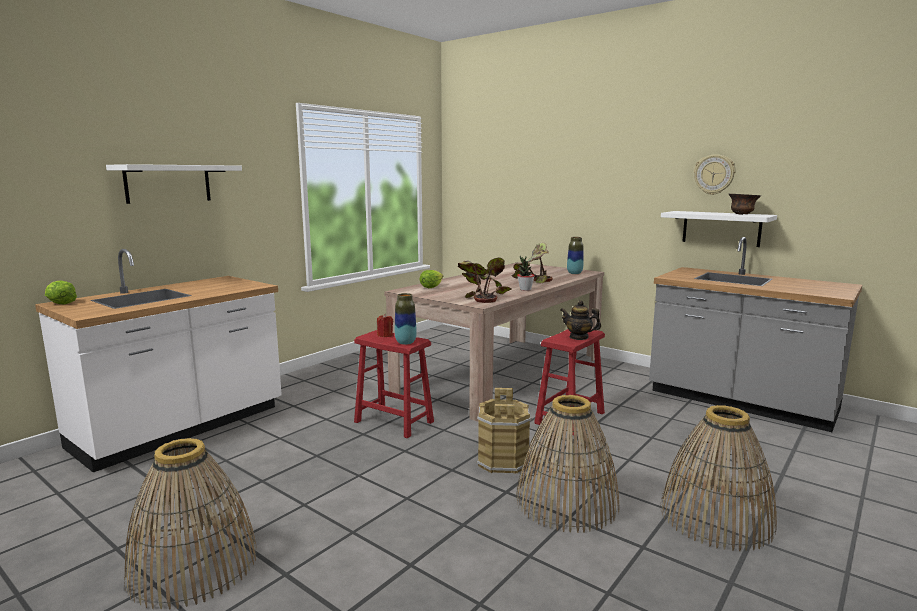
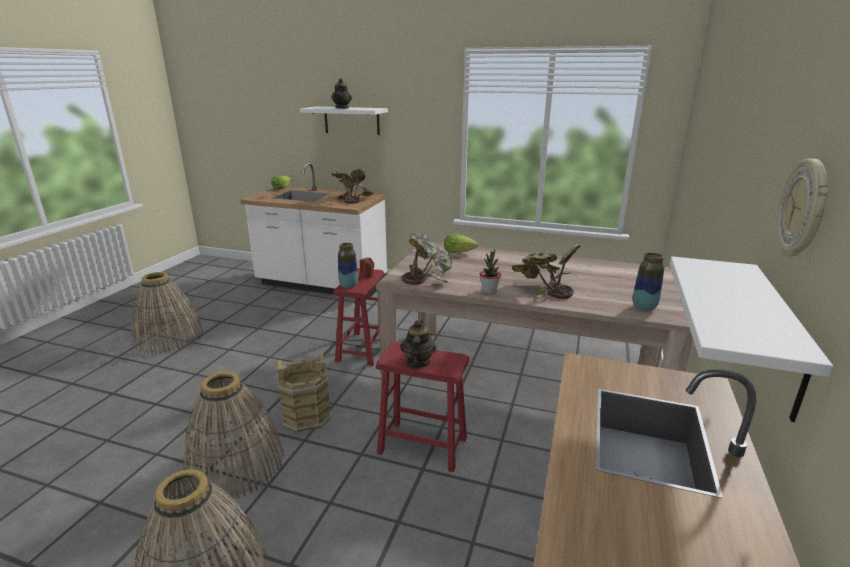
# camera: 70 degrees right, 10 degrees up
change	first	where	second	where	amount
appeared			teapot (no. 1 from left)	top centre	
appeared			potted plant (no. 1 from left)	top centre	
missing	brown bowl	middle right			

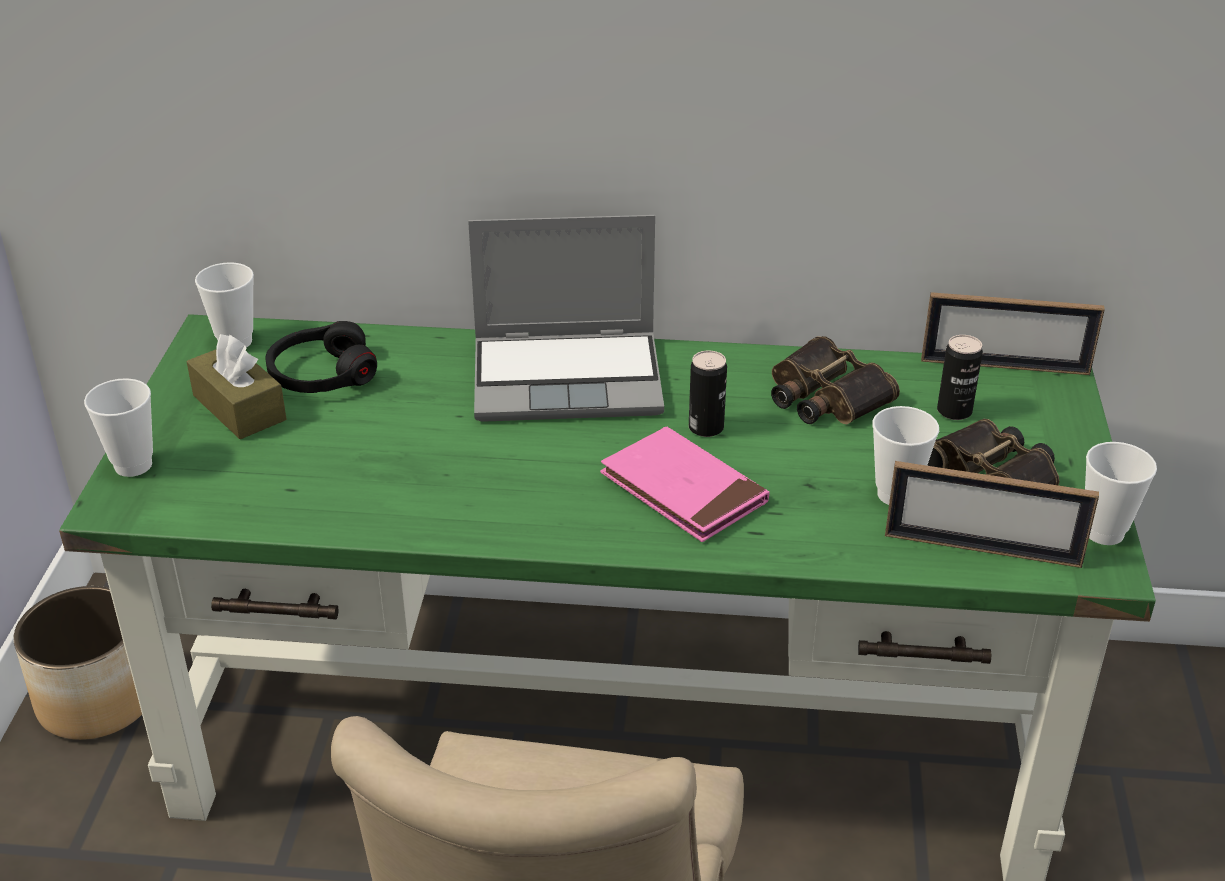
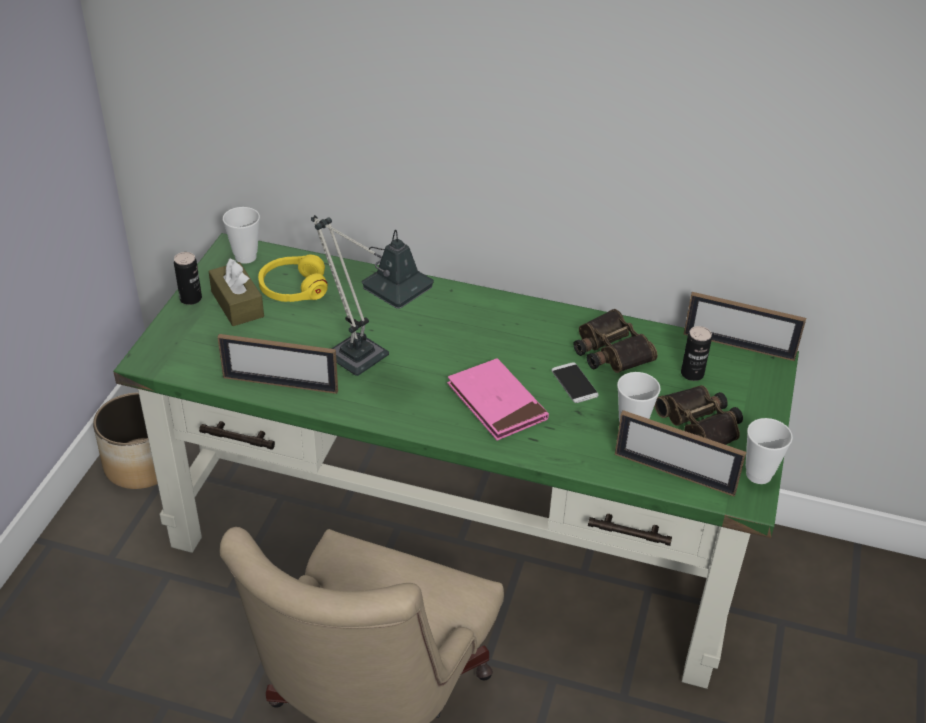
# camera: 10 degrees right, 5 degrees up
change	first	where	second	where	amount
relocated	can (no. 1 from left)	centre		middle left	
appeared			picture frame (no. 1 from left)	middle left	
colour	black headphones	middle left	yellow headphones	middle left	
appeared			table lamp	centre	
appeared			phone	centre	
missing	cup (no. 1 from left)	middle left			
missing	laptop	centre			

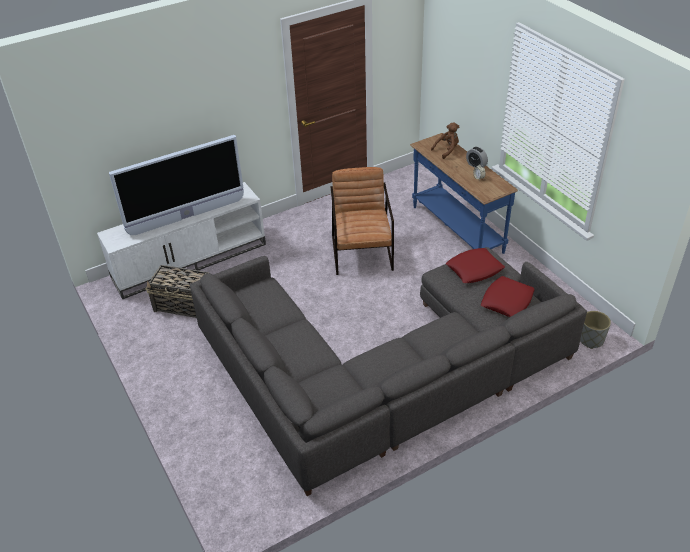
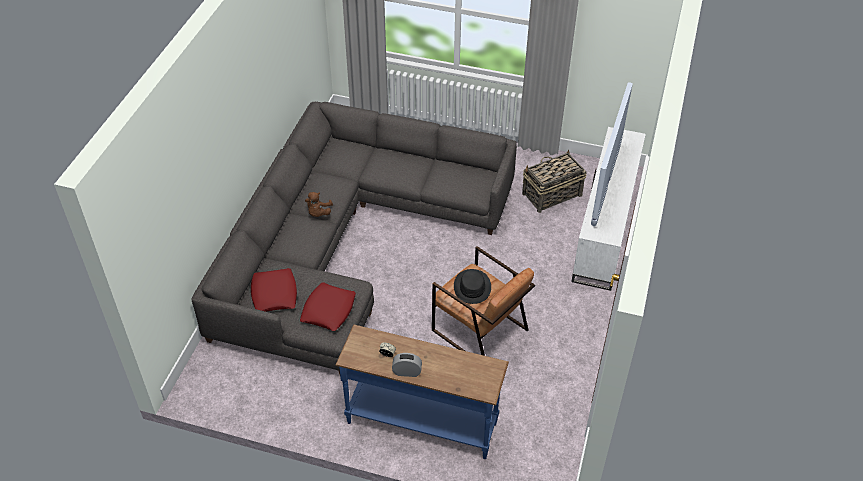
# camera: 135 degrees right, 5 degrees up
change	first	where	second	where	amount
relocated	brown plush toy	top centre		centre	
appeared			black hat	centre	
missing	grey planter	middle right			

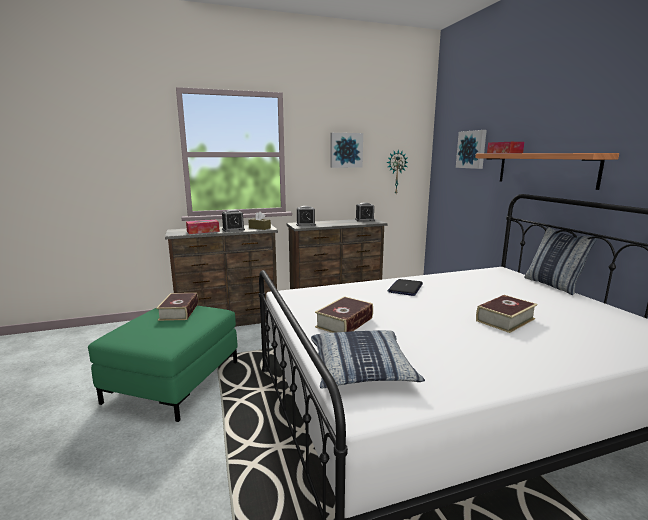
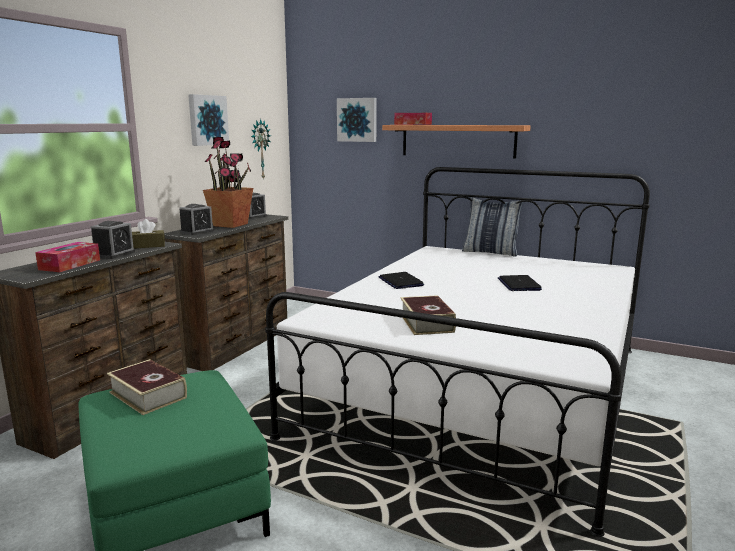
# camera: 45 degrees left, 0 degrees up
change	first	where	second	where	amount
appeared			potted plant	top left	
exchanged	book (no. 3 from left)	middle right	laptop (no. 2 from left)	middle right	
missing	pillow (no. 1 from left)	bottom centre			

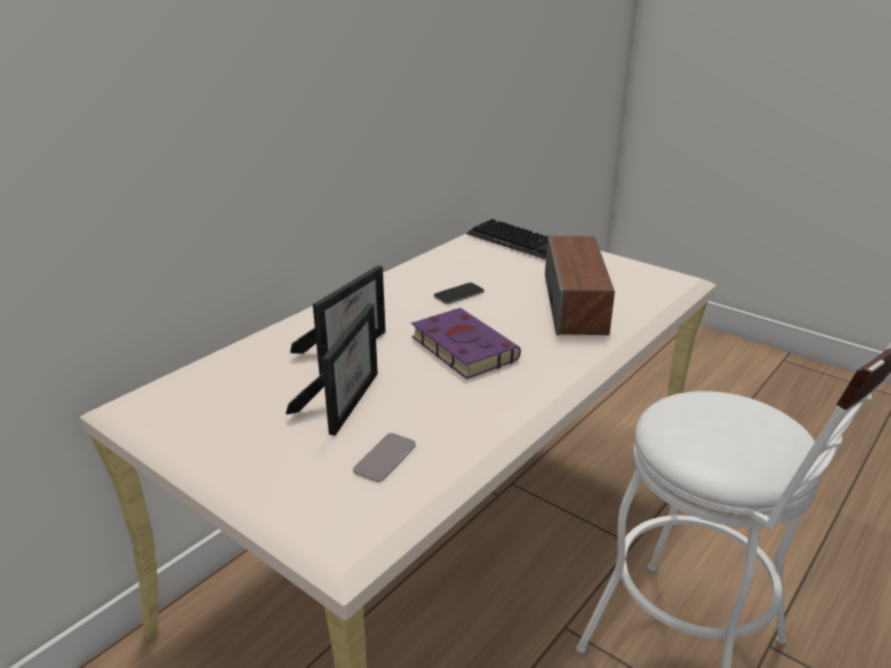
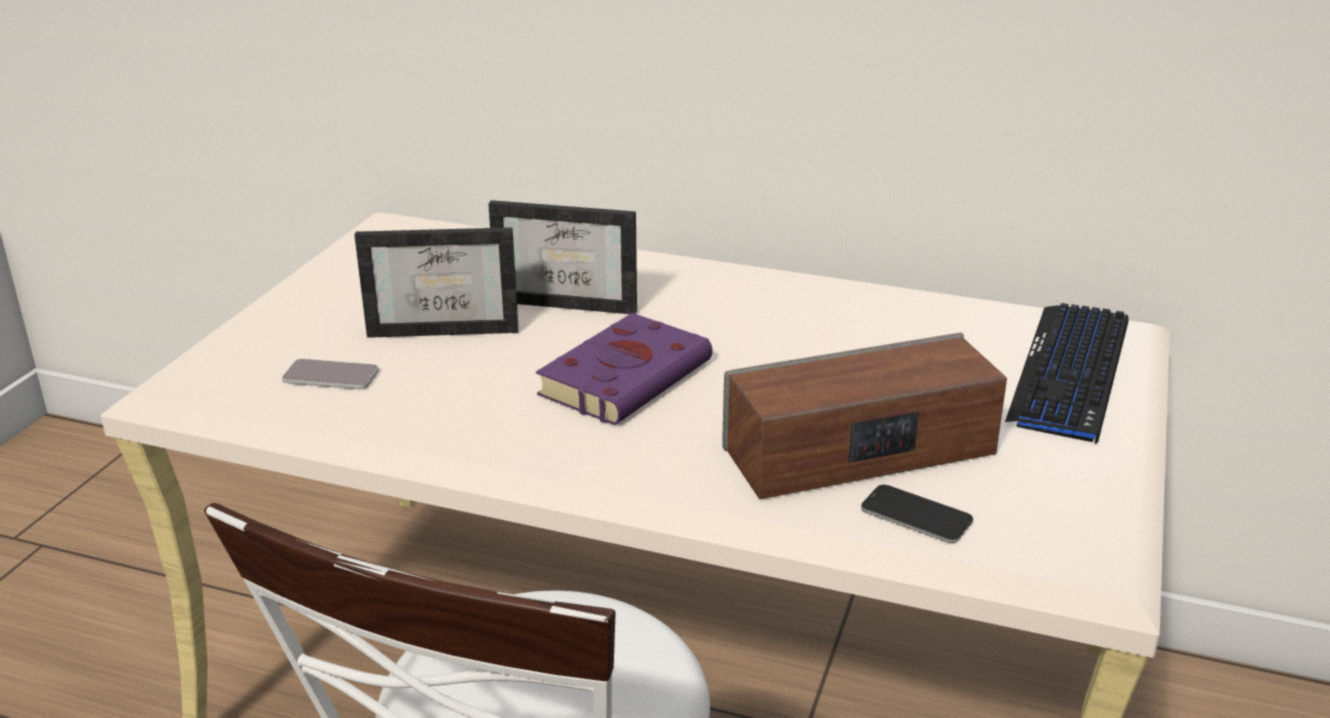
# camera: 70 degrees right, 0 degrees up
change	first	where	second	where	amount
relocated	phone (no. 2 from left)	centre		bottom right	

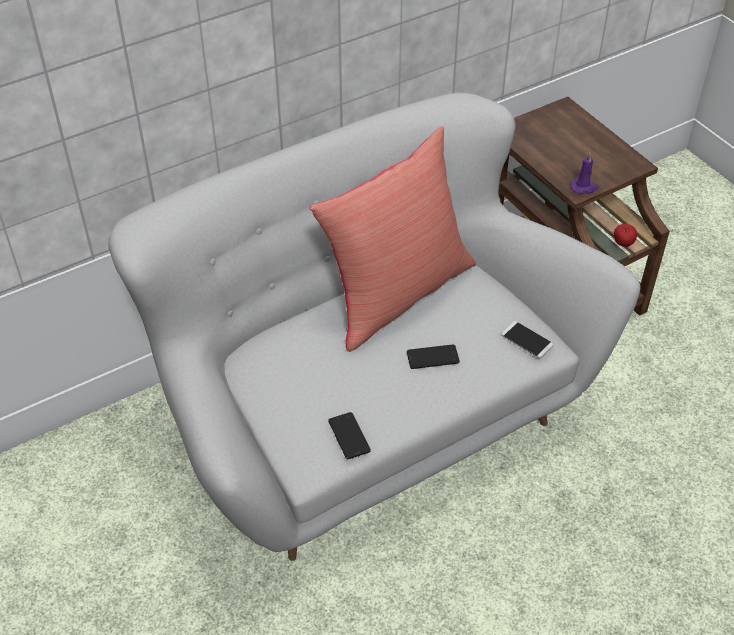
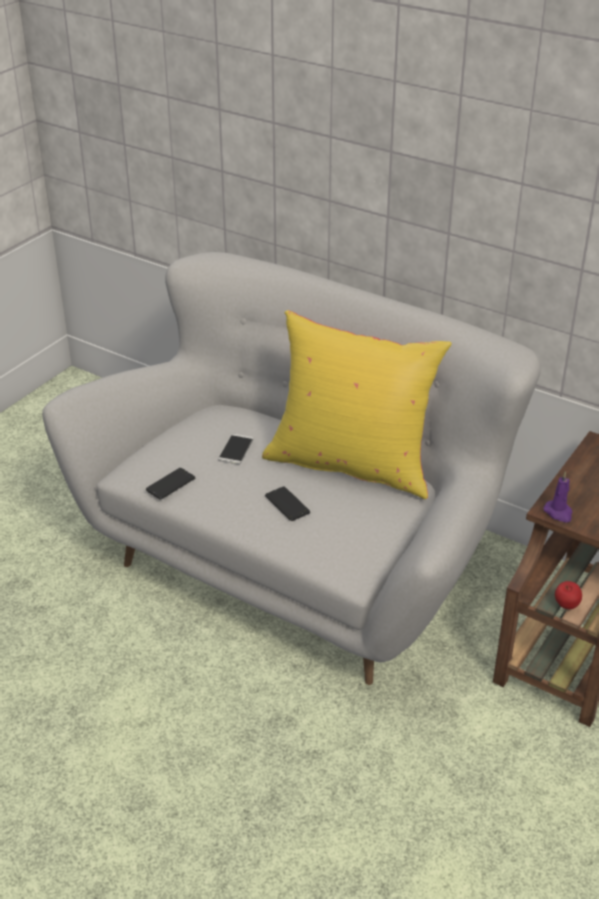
# camera: 65 degrees right, 10 degrees down
change	first	where	second	where	amount
relocated	phone (no. 3 from left in the first image)	middle right	phone (no. 2 from left)	centre	
colour	red pillow	centre	yellow pillow	centre	

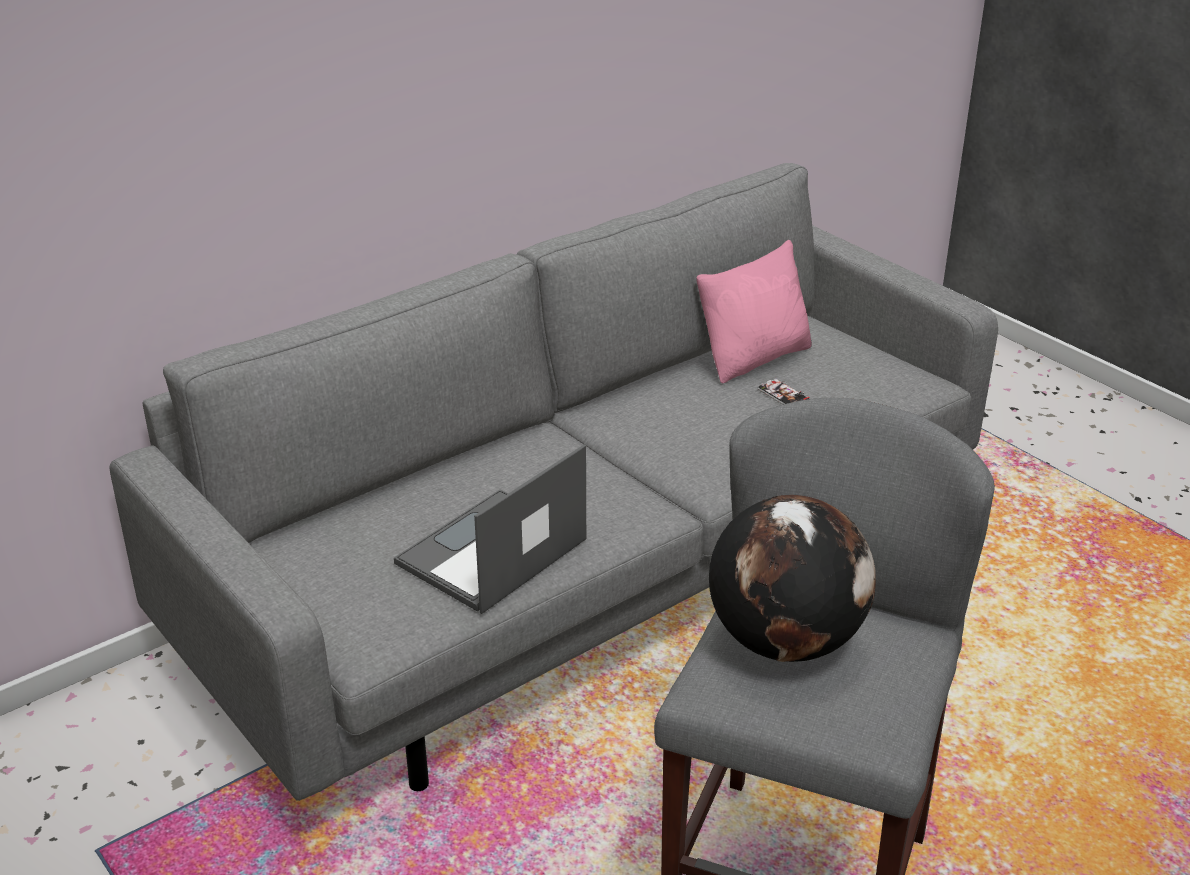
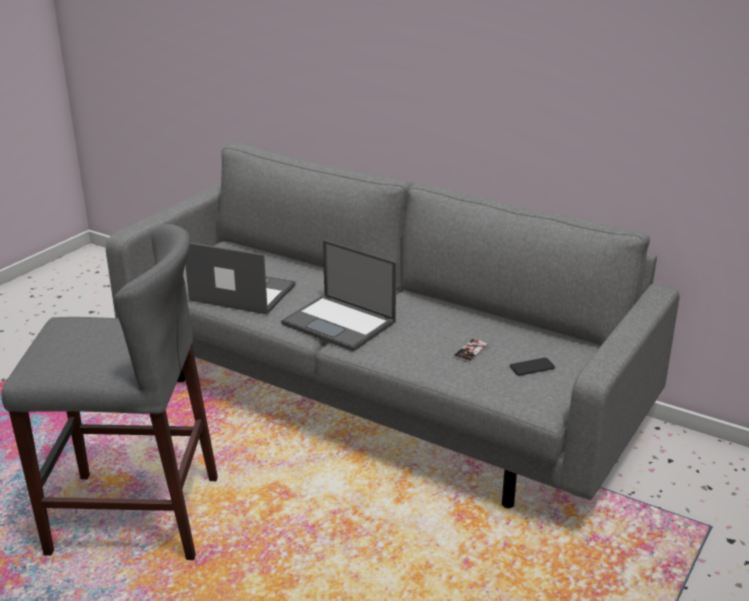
# camera: 70 degrees right, 5 degrees down
change	first	where	second	where	amount
appeared			laptop (no. 2 from left)	centre	
appeared			phone (no. 2 from left)	middle right	
missing	pink pillow	centre			
missing	globe	centre			

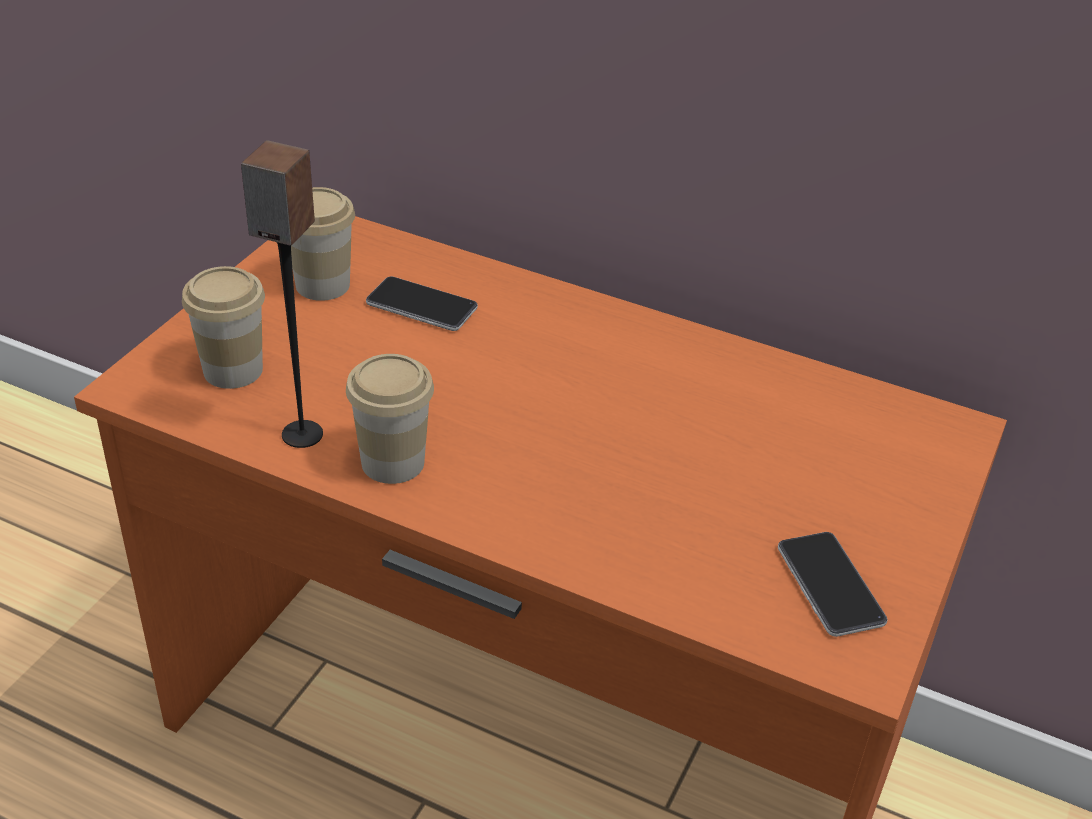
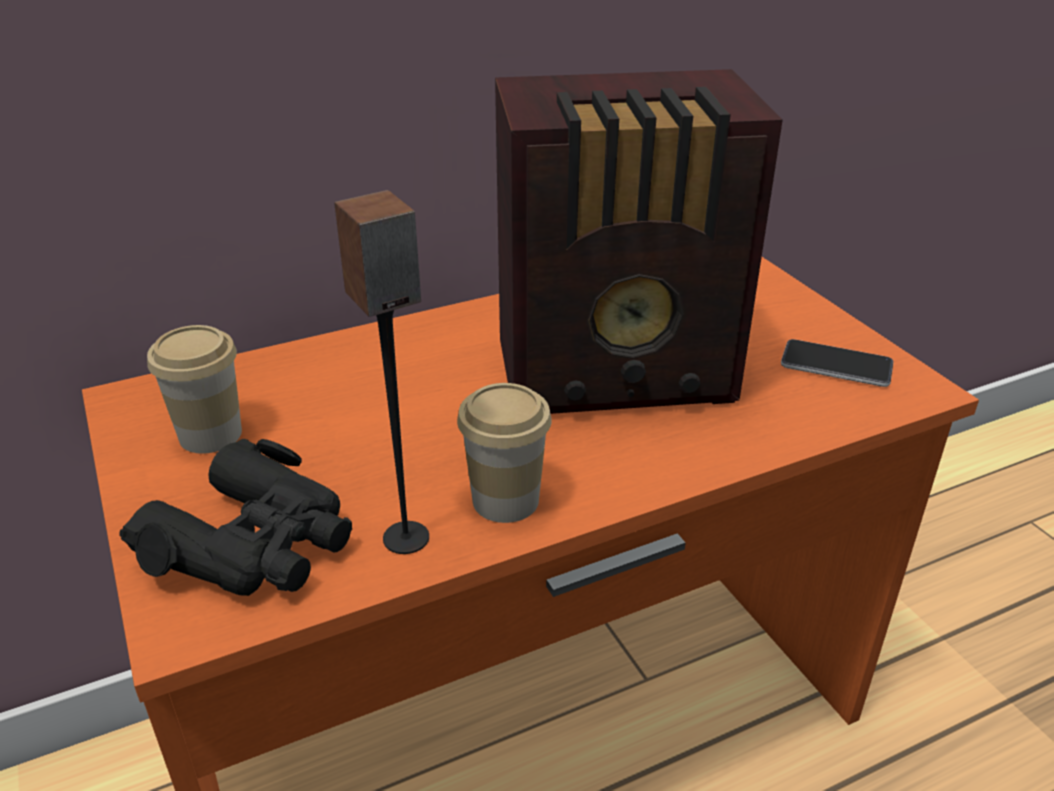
# camera: 50 degrees left, 5 degrees down
change	first	where	second	where	amount
exchanged	cup (no. 1 from left)	middle left	black binoculars	middle left	
appeared			radio	top centre	
missing	phone (no. 1 from left)	centre			

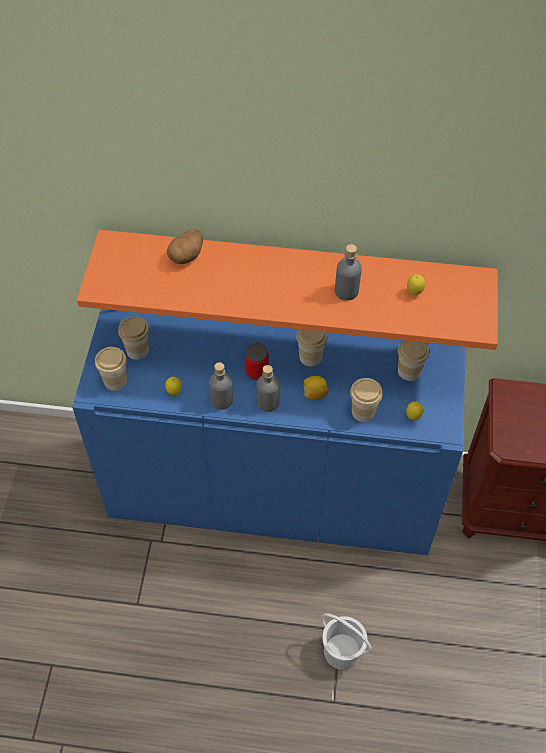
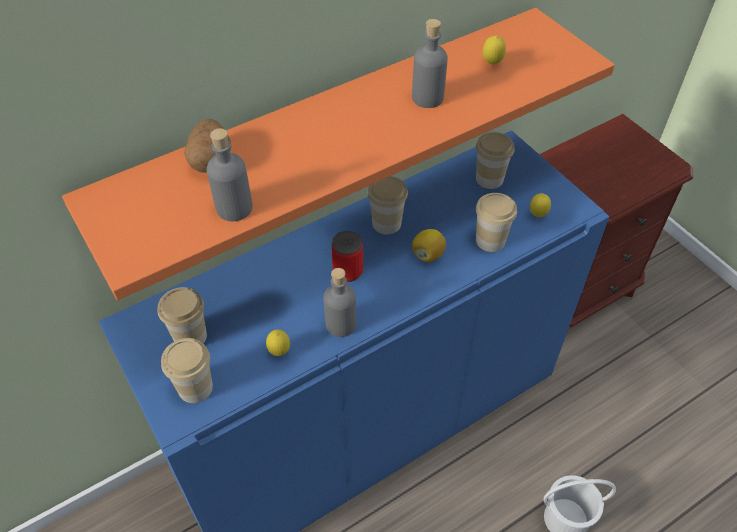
# camera: 40 degrees left, 5 degrees down
change	first	where	second	where	amount
relocated	grey bottle (no. 2 from left in the first image)	centre	grey bottle (no. 1 from left)	top left	

